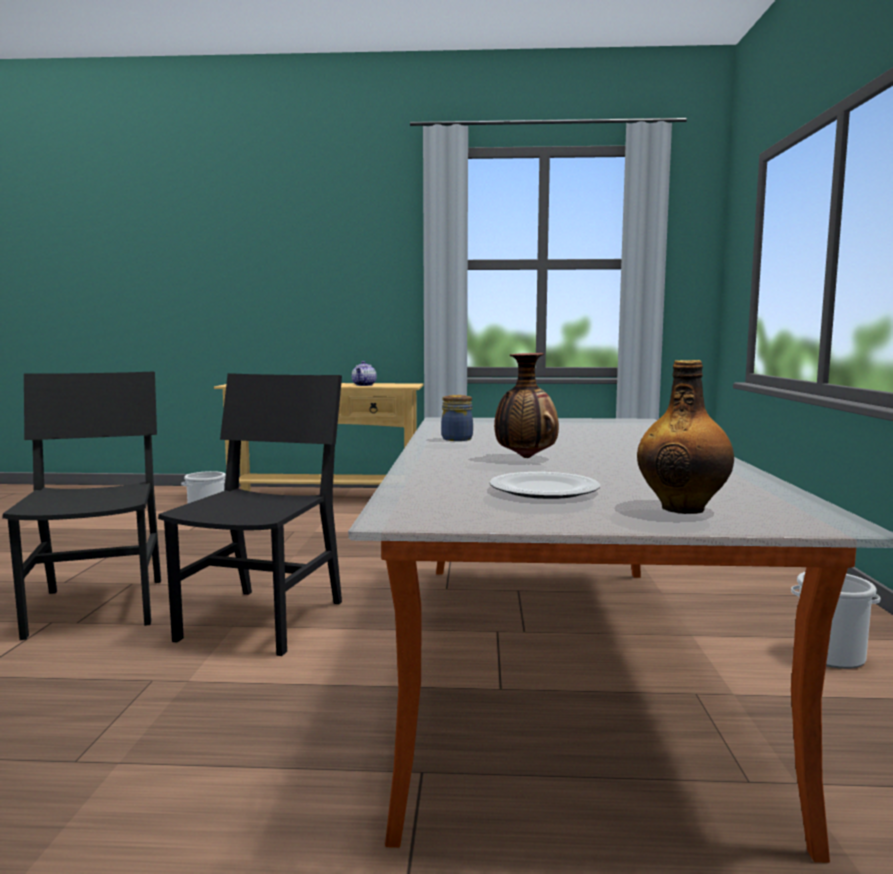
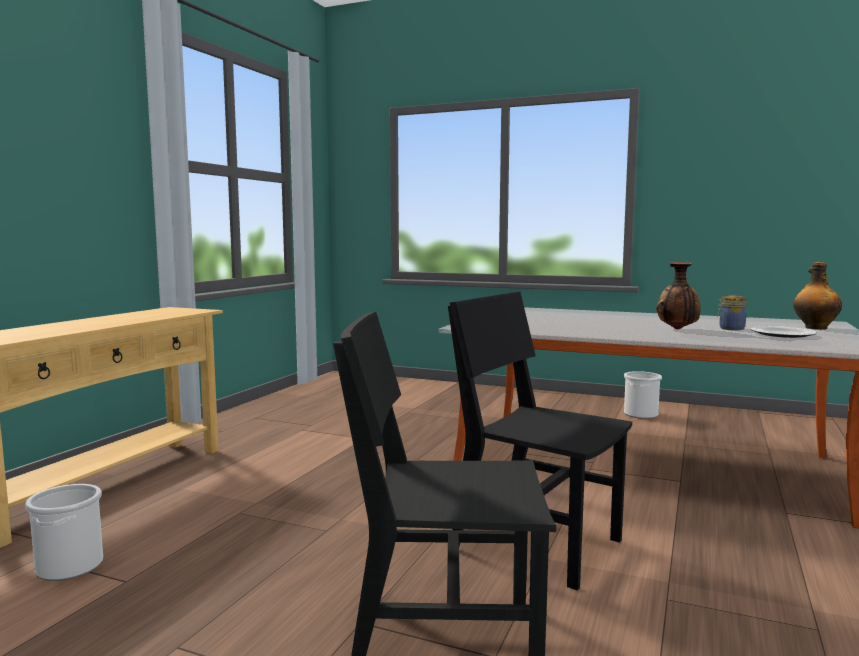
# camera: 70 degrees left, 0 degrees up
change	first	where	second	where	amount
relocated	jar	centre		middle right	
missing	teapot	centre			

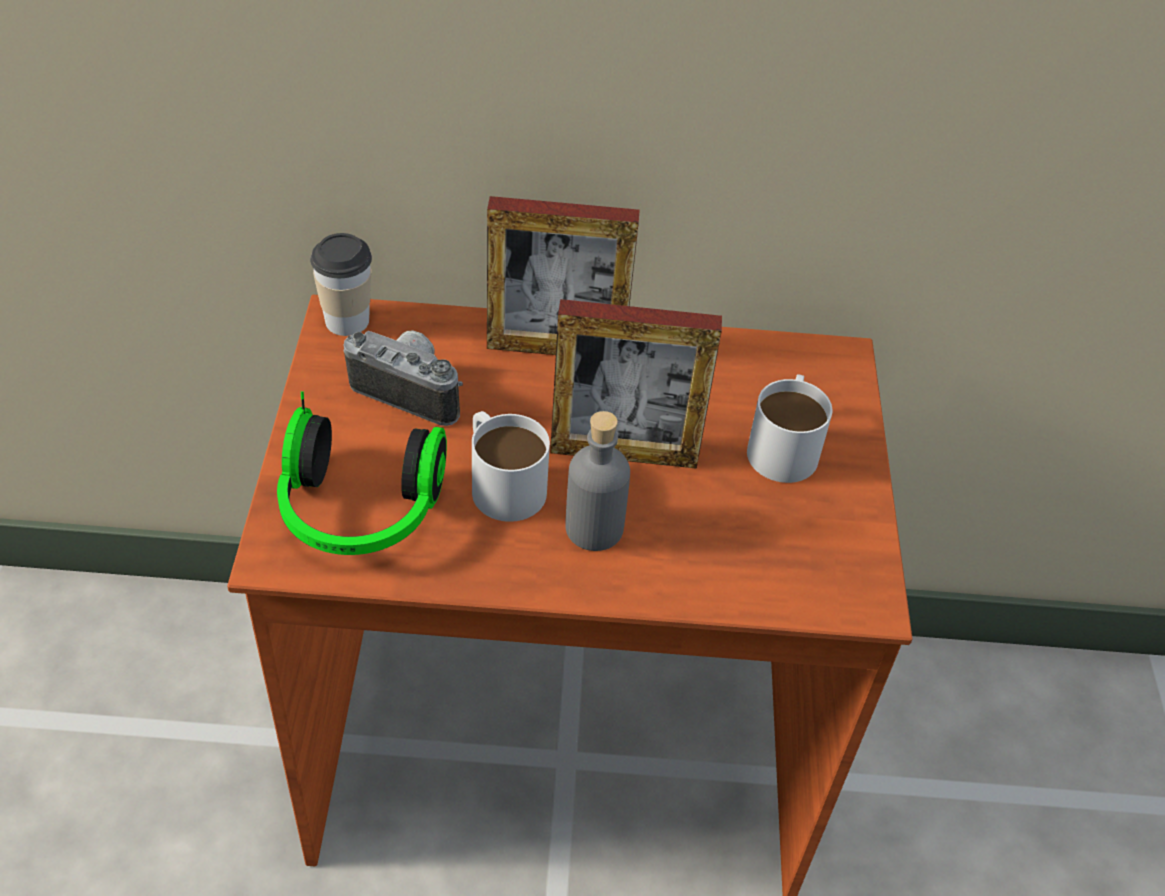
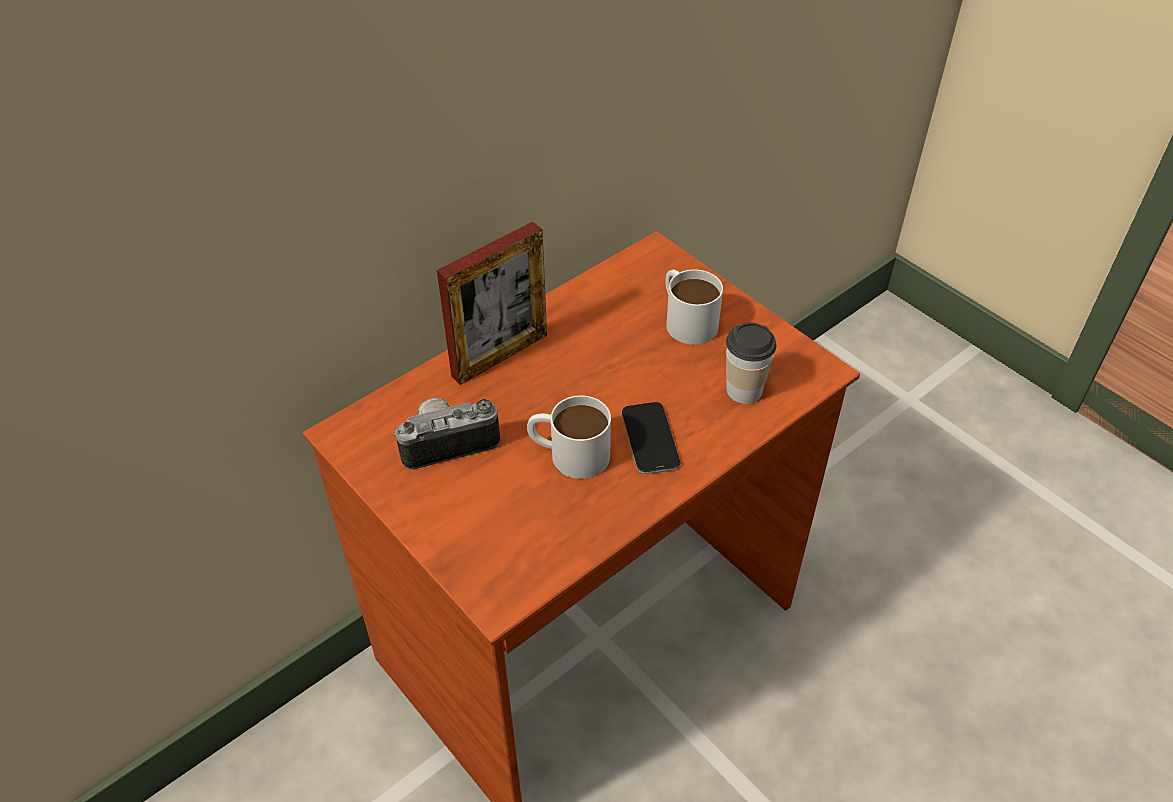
# camera: 40 degrees left, 0 degrees up
change	first	where	second	where	amount
exchanged	grey bottle	centre	phone	centre	
relocated	cup	top left		centre	
missing	headphones	middle left			
missing	picture frame (no. 2 from left)	centre			

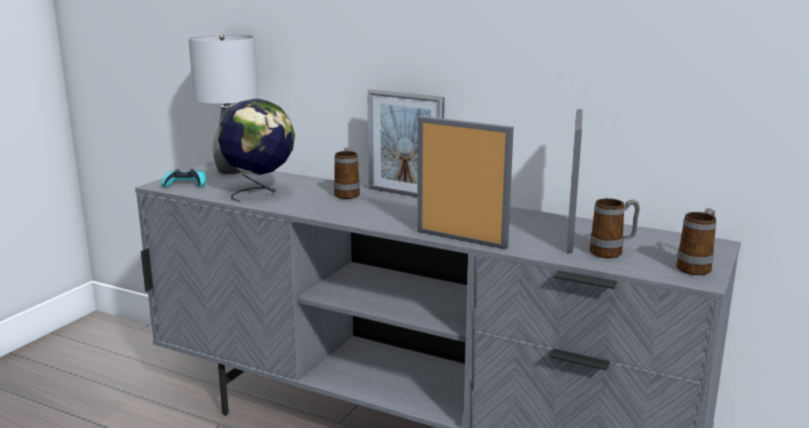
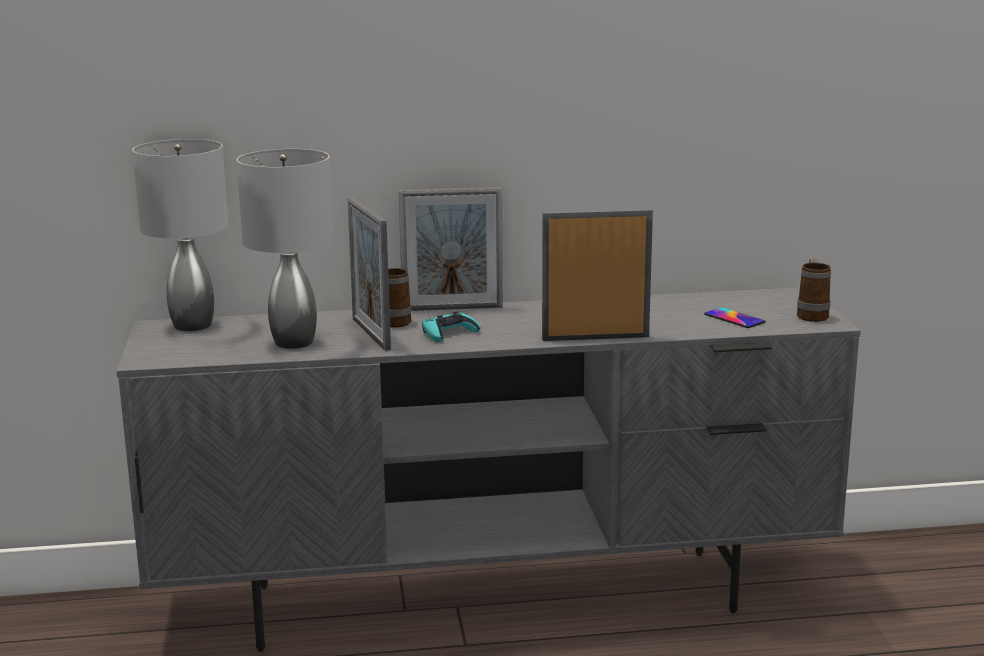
# camera: 35 degrees left, 0 degrees up
change	first	where	second	where	amount
exchanged	globe	middle left	grey table lamp (no. 2 from left)	middle left	
relocated	picture frame (no. 3 from left in the first image)	middle right	picture frame (no. 1 from left)	centre	
relocated	turquoise game controller	middle left		centre	
exchanged	mug (no. 2 from left)	middle right	phone	middle right	

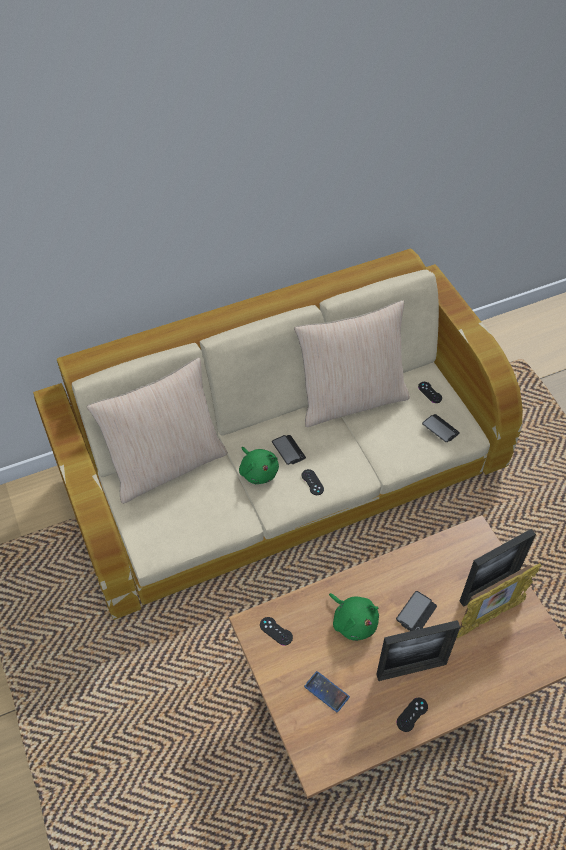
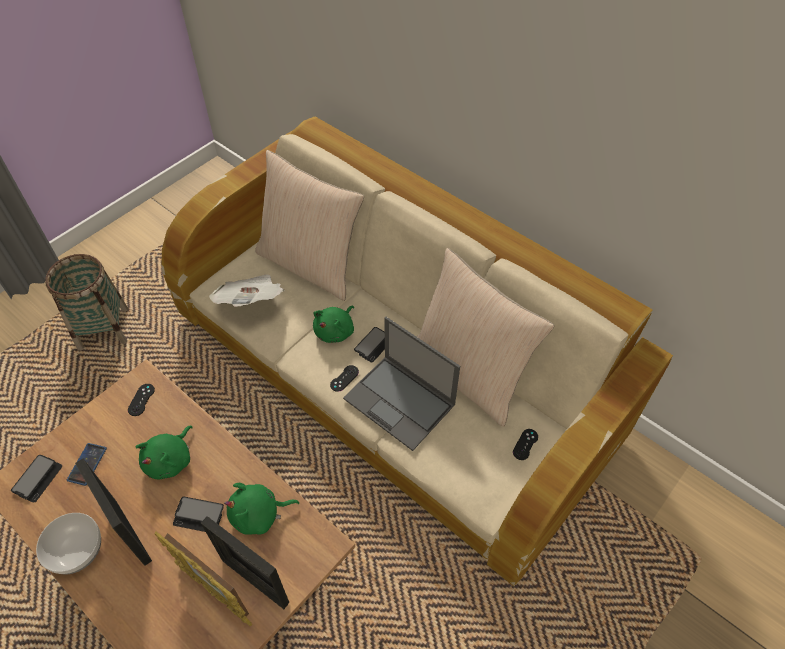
# camera: 65 degrees right, 0 degrees up
change	first	where	second	where	amount
relocated	phone (no. 4 from left in the first image)	middle right	phone (no. 1 from left)	bottom left	
exchanged	black game controller (no. 3 from left)	bottom right	bowl	bottom left	
appeared			basket	middle left	
appeared			newspaper	middle left	
appeared			green plush toy (no. 2 from left)	bottom left	
appeared			laptop	centre	

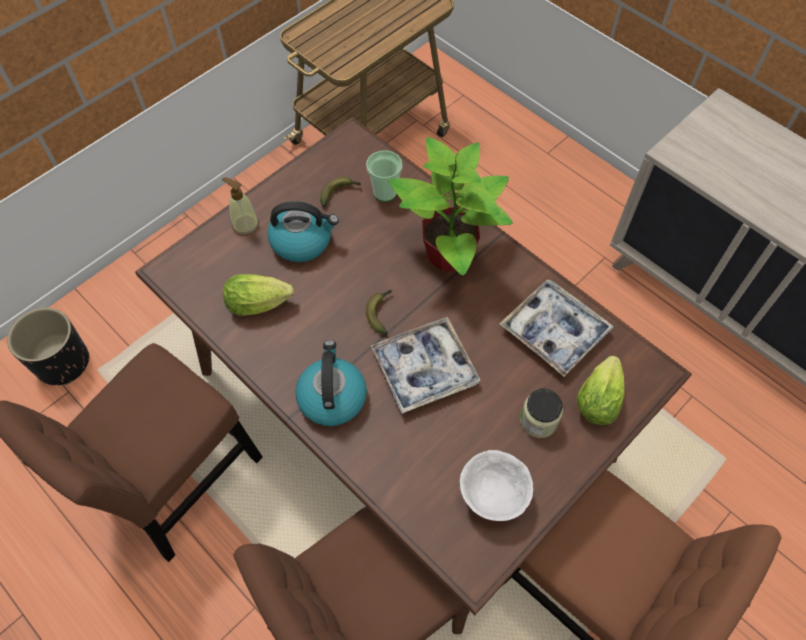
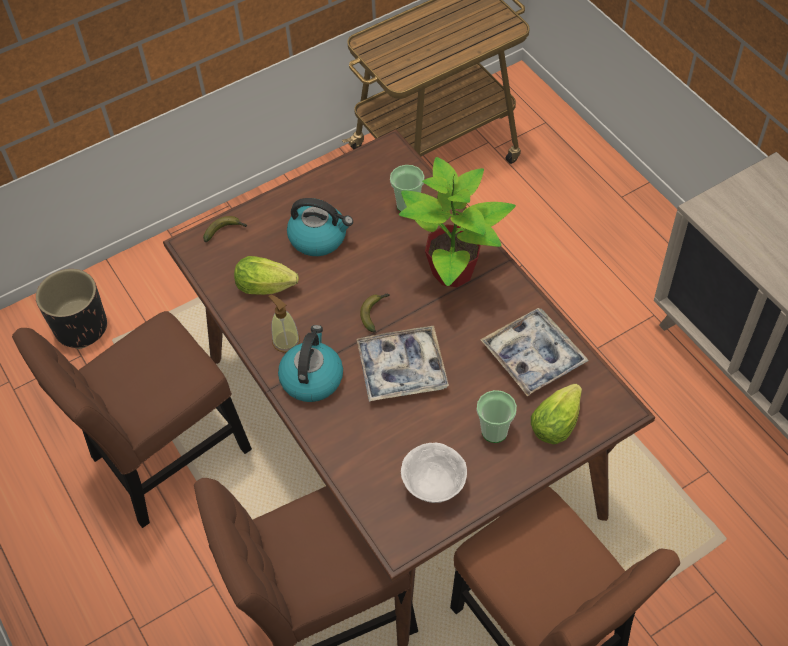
# camera: 15 degrees right, 5 degrees down
change	first	where	second	where	amount
relocated	banana (no. 1 from left)	top centre		middle left	
relocated	soap dispenser	top left		centre	
exchanged	jar	middle right	cup (no. 2 from left)	centre	

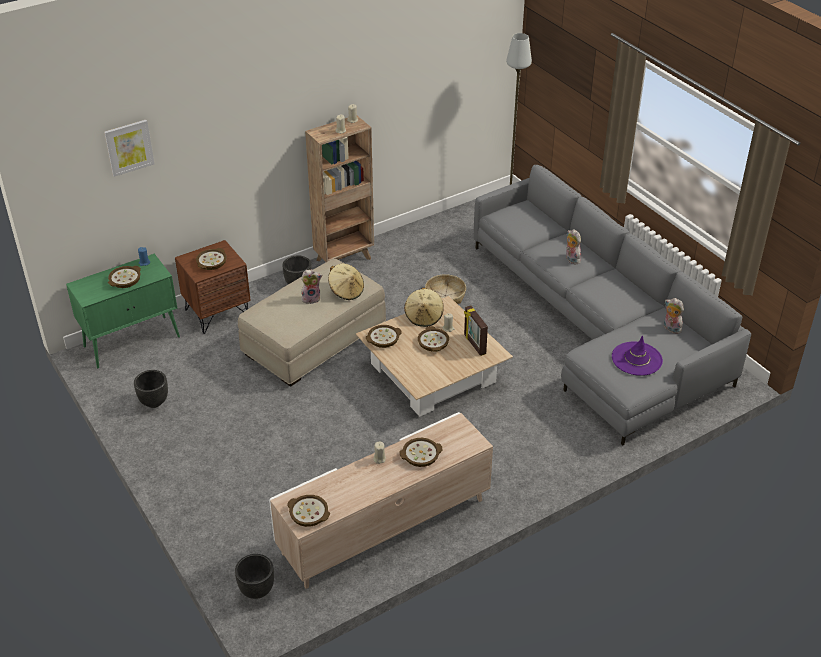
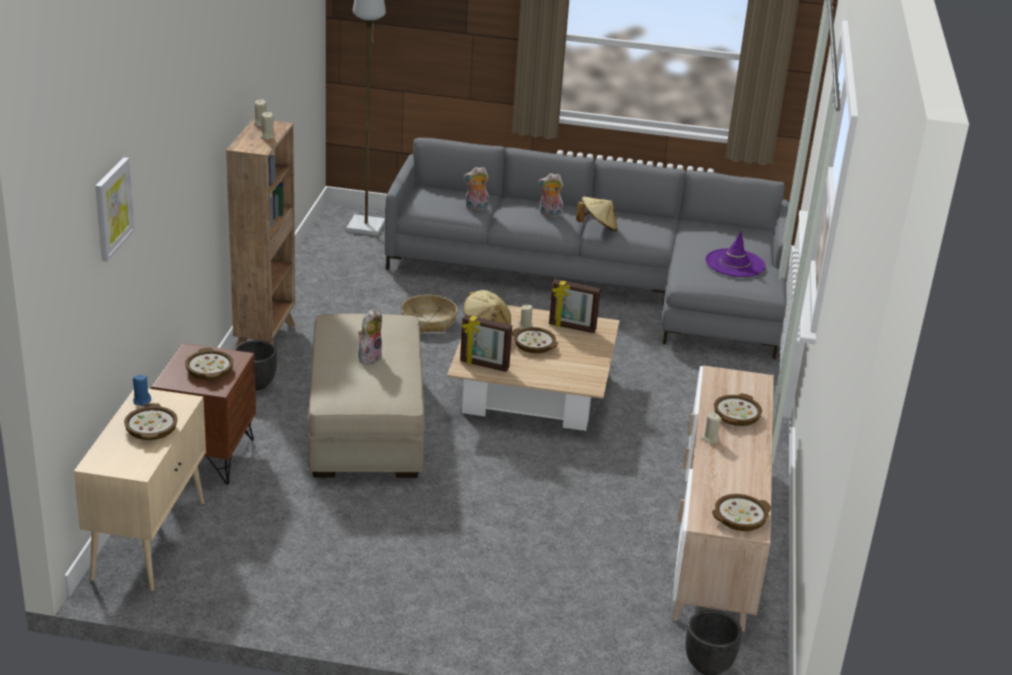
# camera: 50 degrees left, 10 degrees down
change	first	where	second	where	amount
colour	green cabinet	middle left	beige cabinet	bottom left	
exchanged	bowl (no. 4 from left)	centre	picture frame (no. 1 from left)	centre	
relocated	plush toy (no. 3 from left in the first image)	middle right	plush toy (no. 2 from left)	top centre	
relocated	beige hat (no. 1 from left in the first image)	centre	beige hat (no. 2 from left)	top centre	
missing	black planter (no. 1 from left)	middle left			

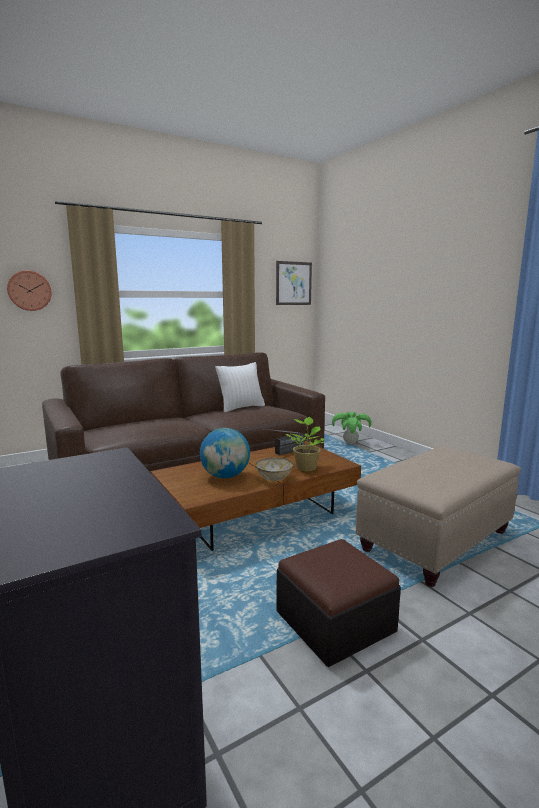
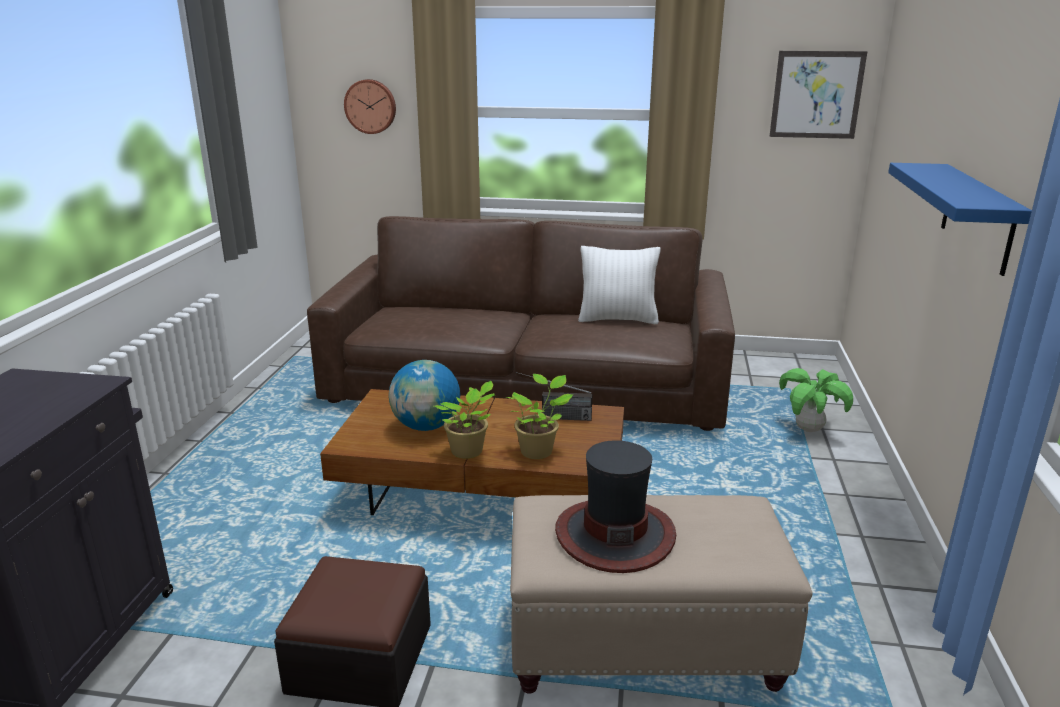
# camera: 40 degrees right, 10 degrees up
change	first	where	second	where	amount
exchanged	bowl	centre	potted plant (no. 1 from left)	centre	
appeared			hat	bottom centre	
appeared			blue shelf	top right	

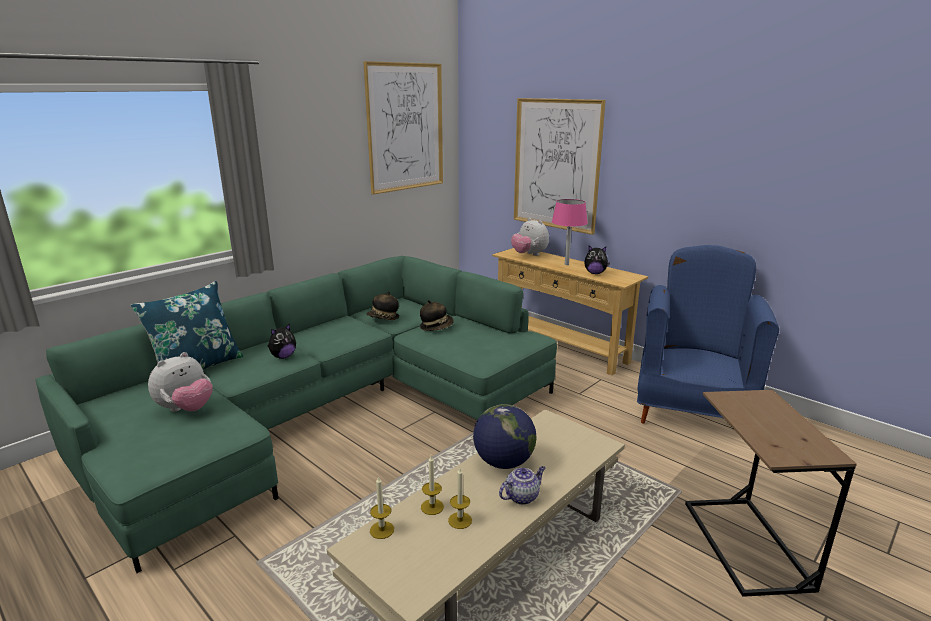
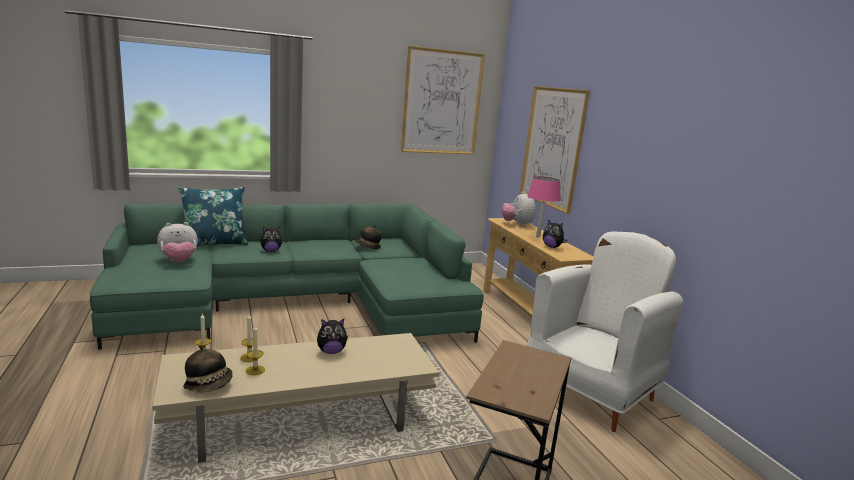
# camera: 25 degrees right, 5 degrees down
change	first	where	second	where	amount
relocated	hat (no. 2 from left in the first image)	centre	hat (no. 1 from left)	bottom left	
exchanged	globe	bottom centre	plush toy (no. 3 from left)	bottom centre	
colour	blue armchair	middle right	white armchair	bottom right	
missing	teapot	bottom centre			

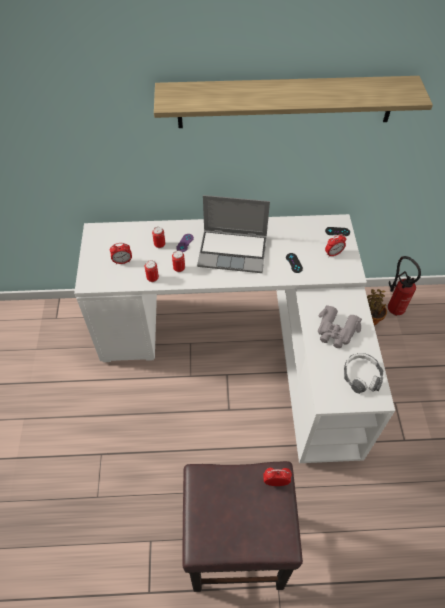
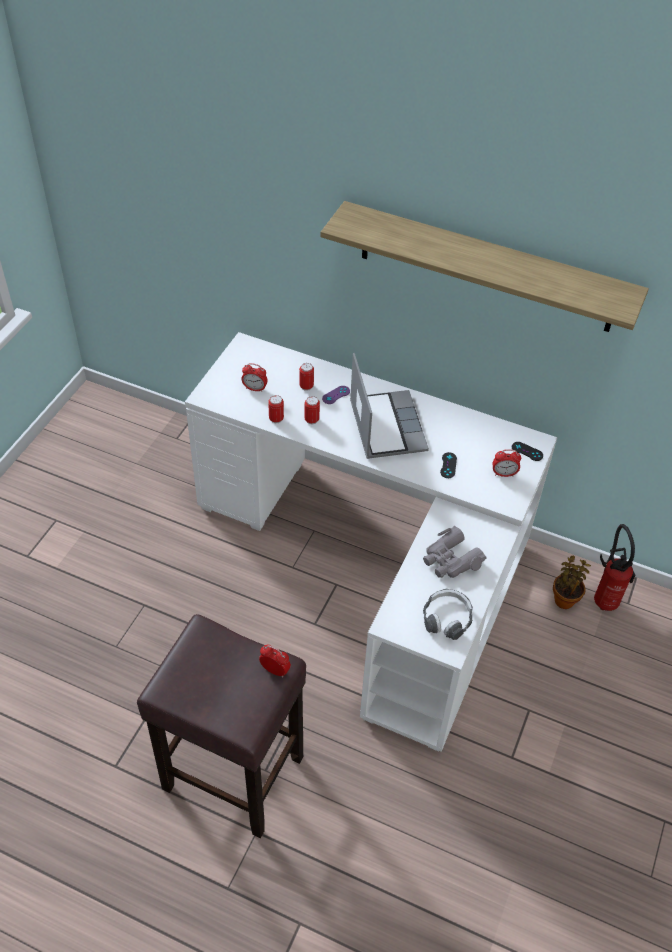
# camera: 25 degrees right, 5 degrees down
change	first	where	second	where	amount
spun	laptop	centre		centre	135 degrees counterclockwise

